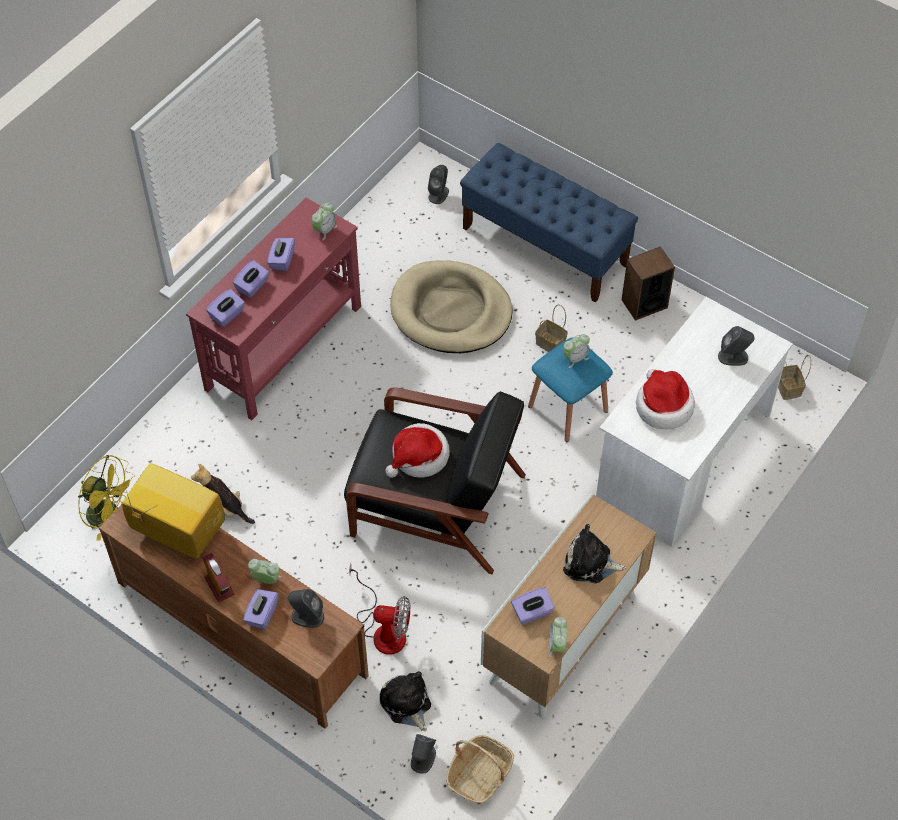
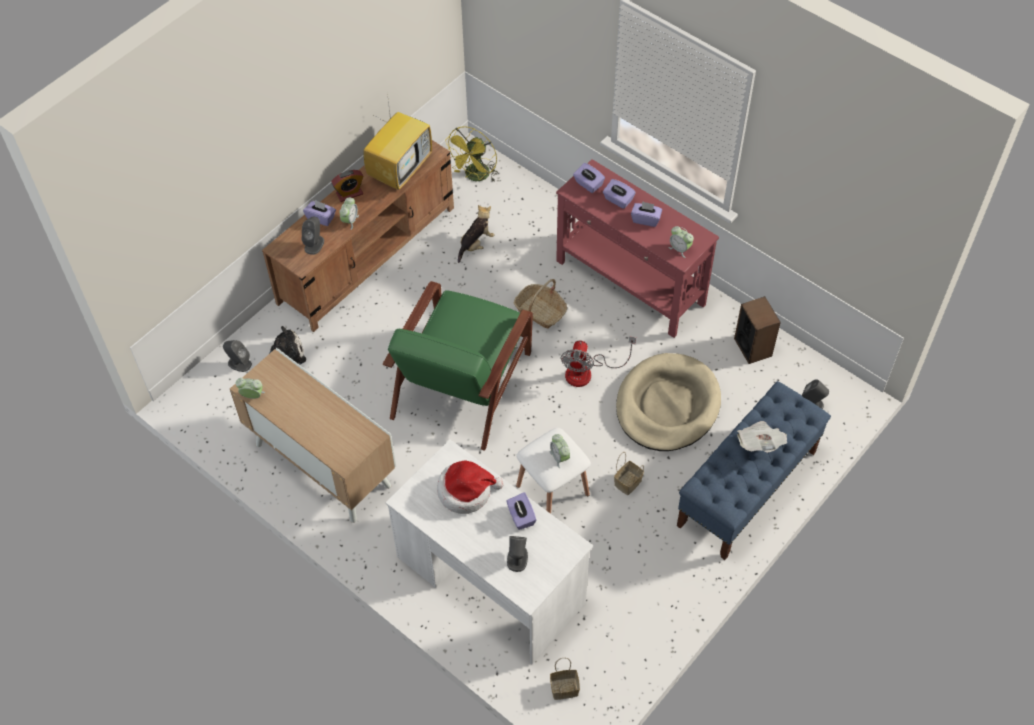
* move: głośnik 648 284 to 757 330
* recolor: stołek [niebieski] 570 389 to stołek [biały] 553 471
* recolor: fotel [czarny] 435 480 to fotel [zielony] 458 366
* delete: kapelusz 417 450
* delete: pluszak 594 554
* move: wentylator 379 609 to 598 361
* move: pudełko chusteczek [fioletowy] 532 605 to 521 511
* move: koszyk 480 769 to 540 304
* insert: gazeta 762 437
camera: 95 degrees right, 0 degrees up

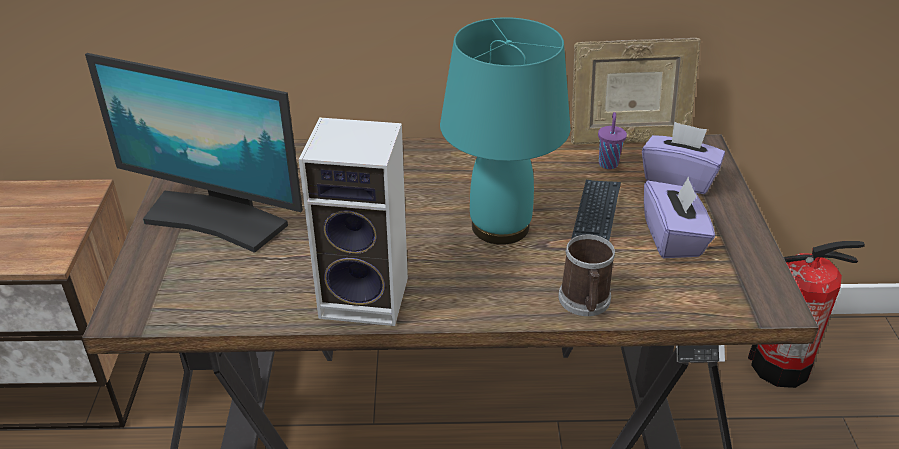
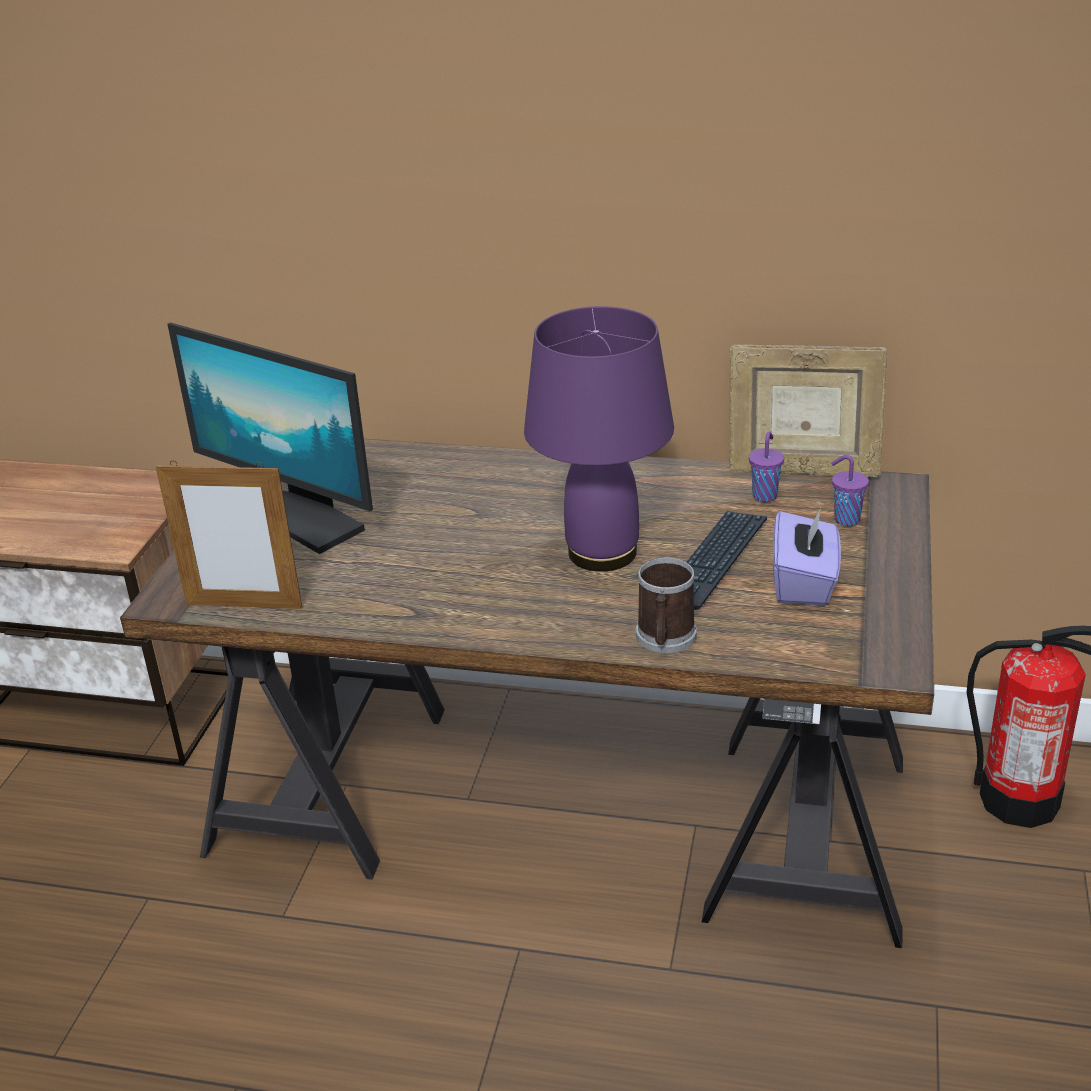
* recolor: lampa stołowa [turkusowy] 505 131 to lampa stołowa [fioletowy] 599 438
* delete: głośnik 353 221
* replace: pudełko chusteczek [fioletowy] 683 157 to filiżanka [fioletowy] 850 490
* insert: ramka na zdjęcie 229 535
camera: 15 degrees right, 5 degrees down

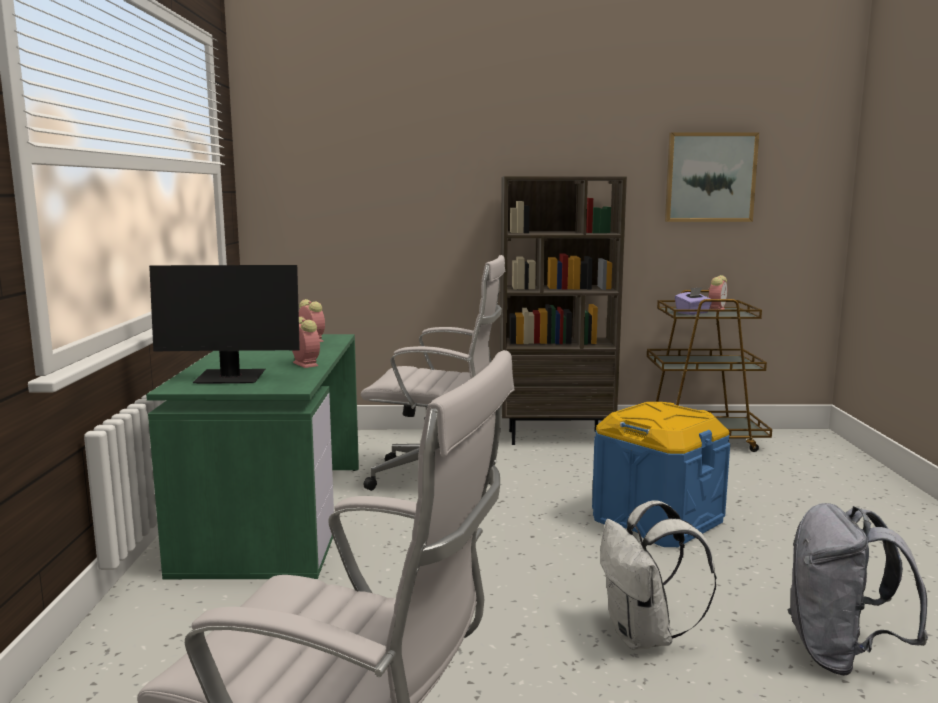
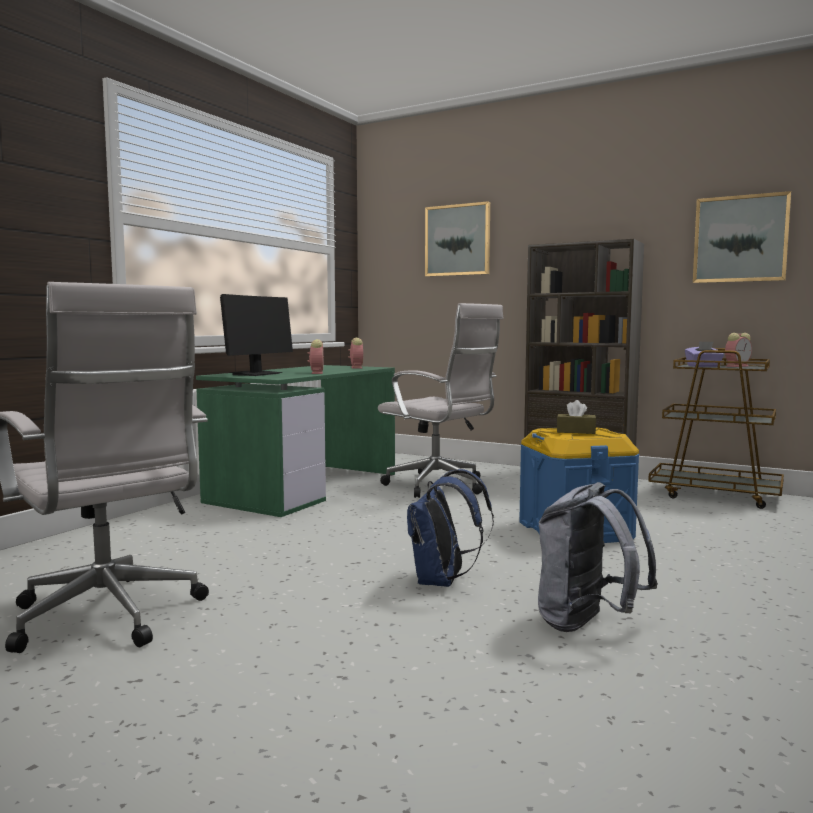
* rotate: monitor 224 324 = 256 335 90 degrees counterclockwise
* recolor: plecak [biały] 658 575 to plecak [niebieski] 450 528
* insert: obraz 457 239
* insert: pudełko chusteczek [brązowy] 576 417
camera: 30 degrees right, 5 degrees down

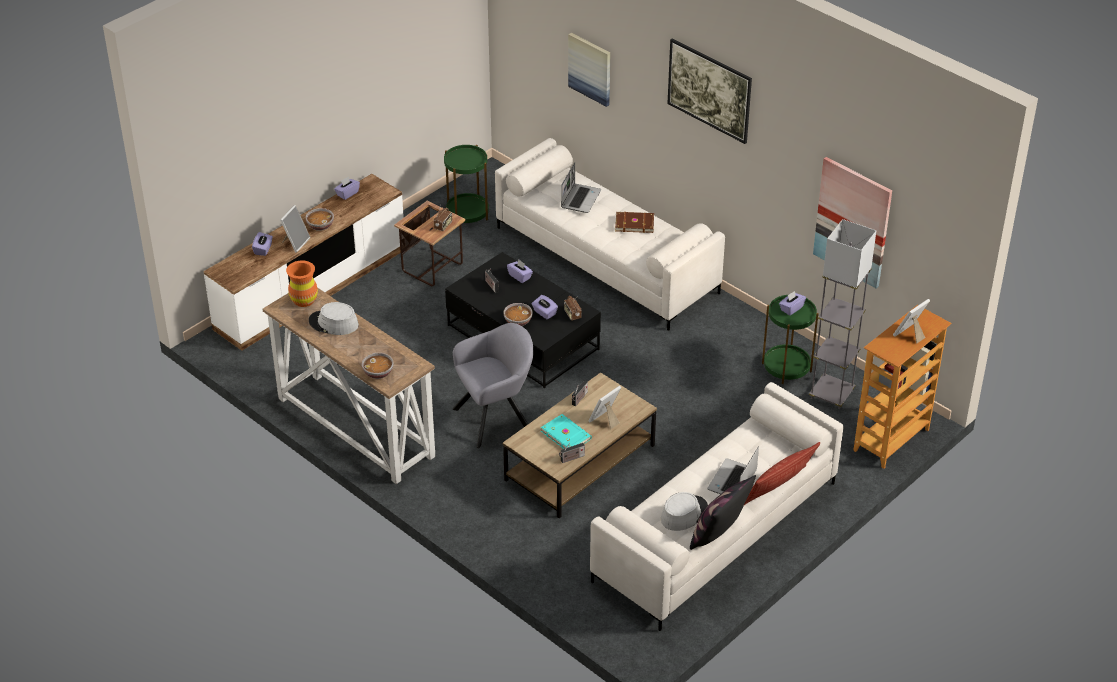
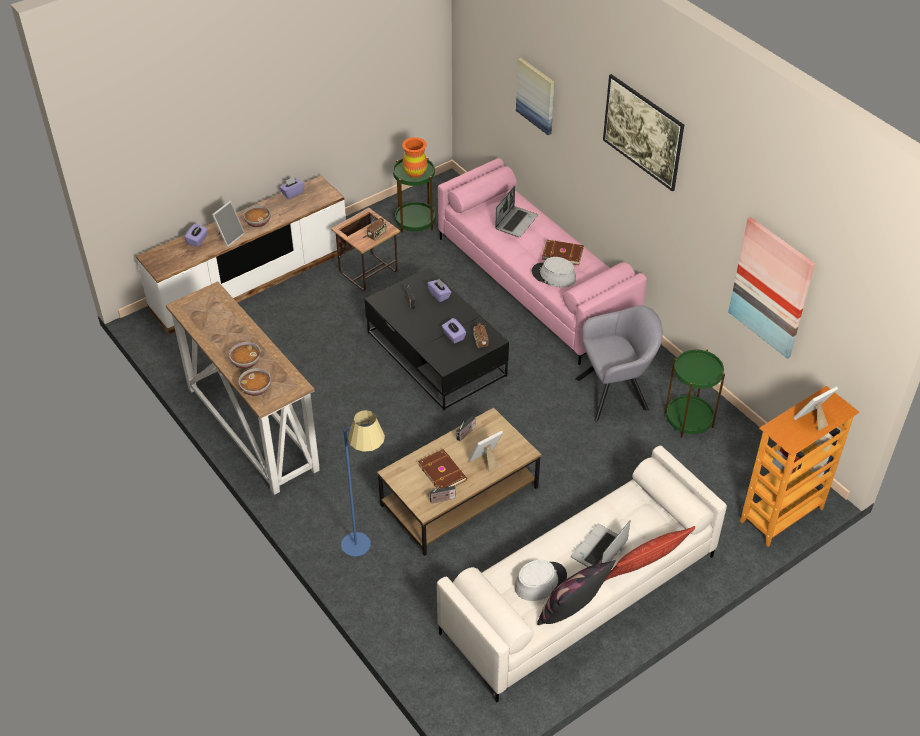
* recolor: kanapa [biały] 610 234 to kanapa [różowy] 542 261
* delete: lampa stojąca [szary] 842 314
* move: wazon [pomarańczowy] 302 284 to 415 157
* delete: pudełko chusteczek [fioletowy] 792 303
* move: kapelusz [szary] 334 318 to 554 272
* move: miska 518 314 to 245 355
* move: fotel [szary] 493 385 to 619 364
* recolor: książka [turkusowy] 566 431 to książka [brązowy] 442 469
* insert: lampa stojąca [niebieski] 363 483
camera: 10 degrees right, 5 degrees up

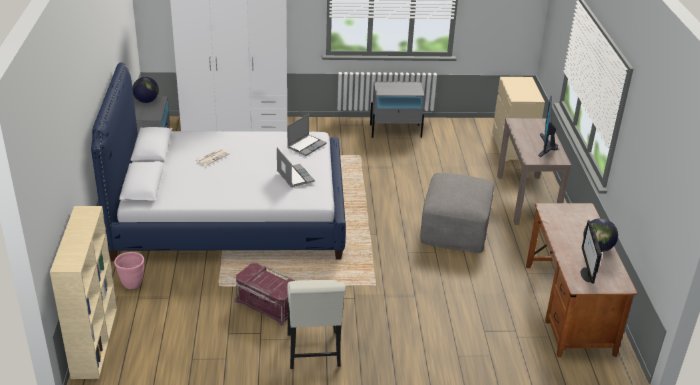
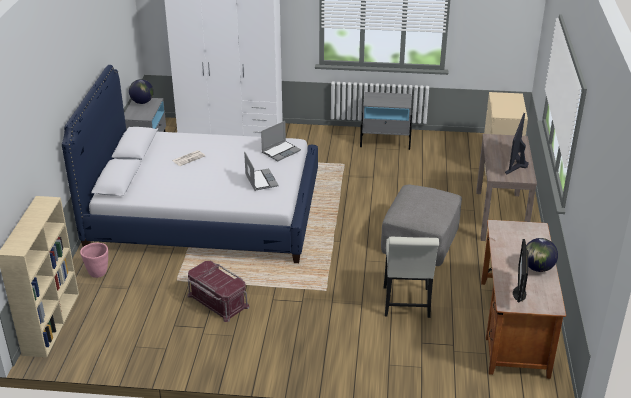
* move: krzesło [biały] 316 324 to 411 277
camera: 10 degrees right, 0 degrees up

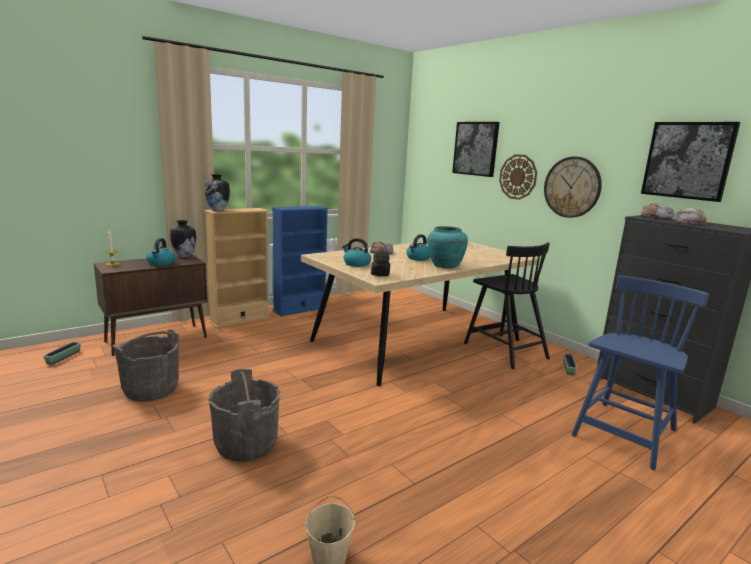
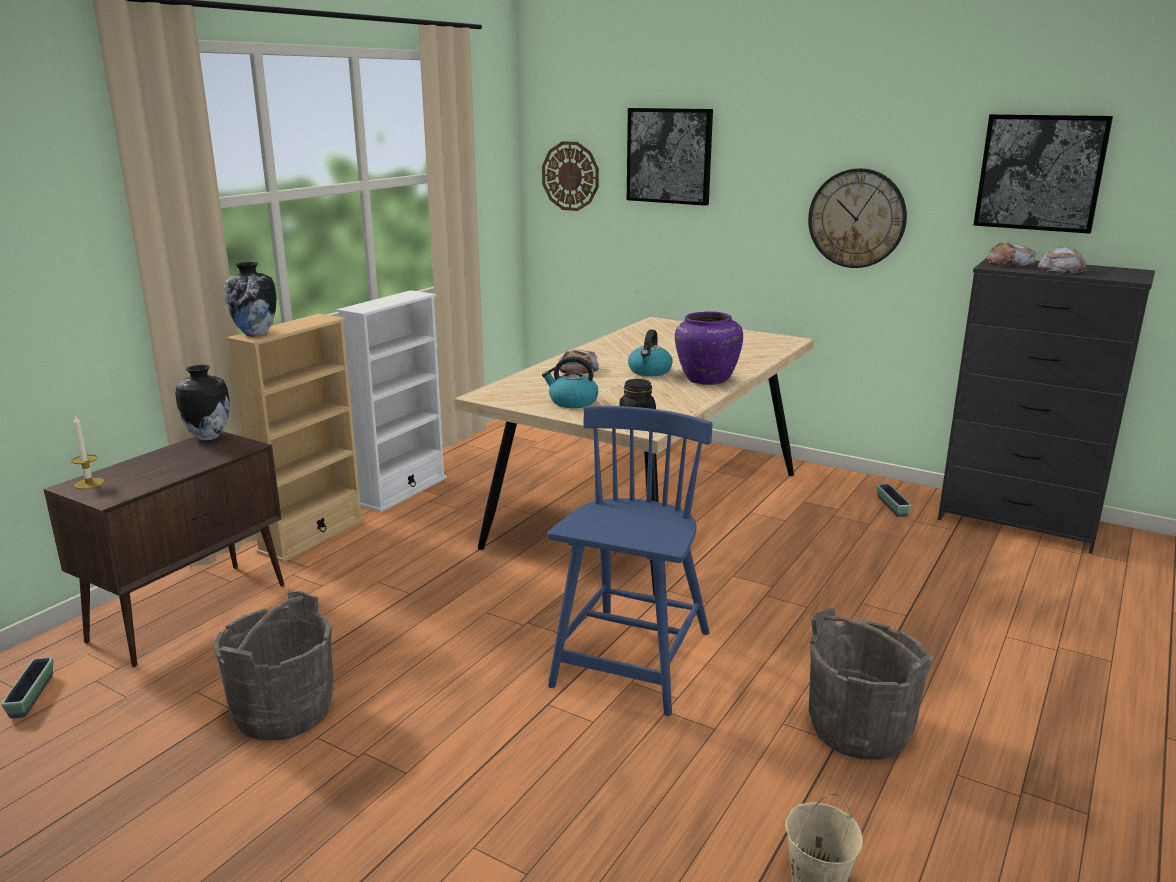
* move: zegar ścienny 518 177 to 570 176
* recolor: regał [niebieski] 300 261 to regał [biały] 392 401
* recolor: wazon [turkusowy] 447 247 to wazon [fioletowy] 709 348
* delete: czajnik 161 252
* delete: krzesło [czarny] 507 305
* move: krzesło [niebieski] 640 372 to 630 561
* move: wiadro [szary] 244 415 to 871 684
camera: 20 degrees left, 5 degrees up

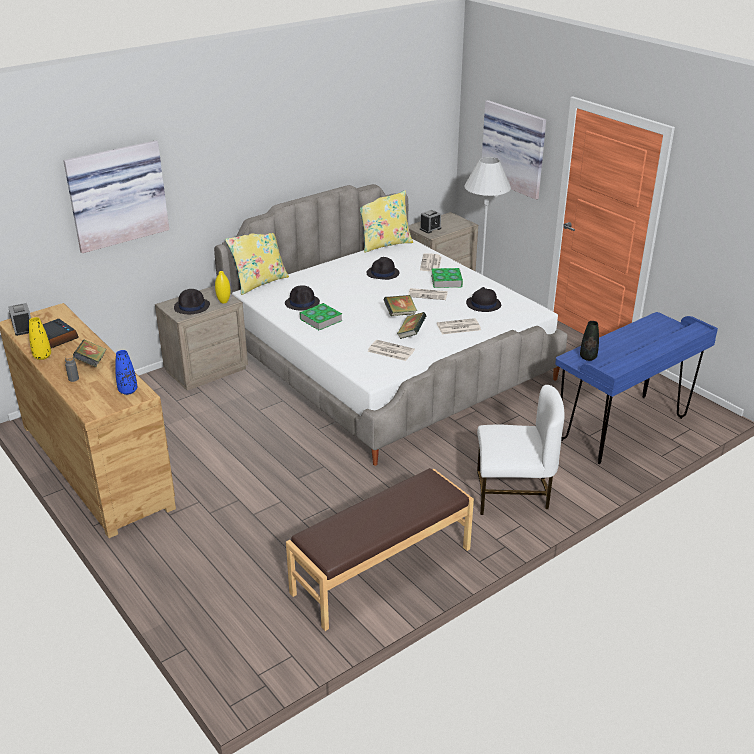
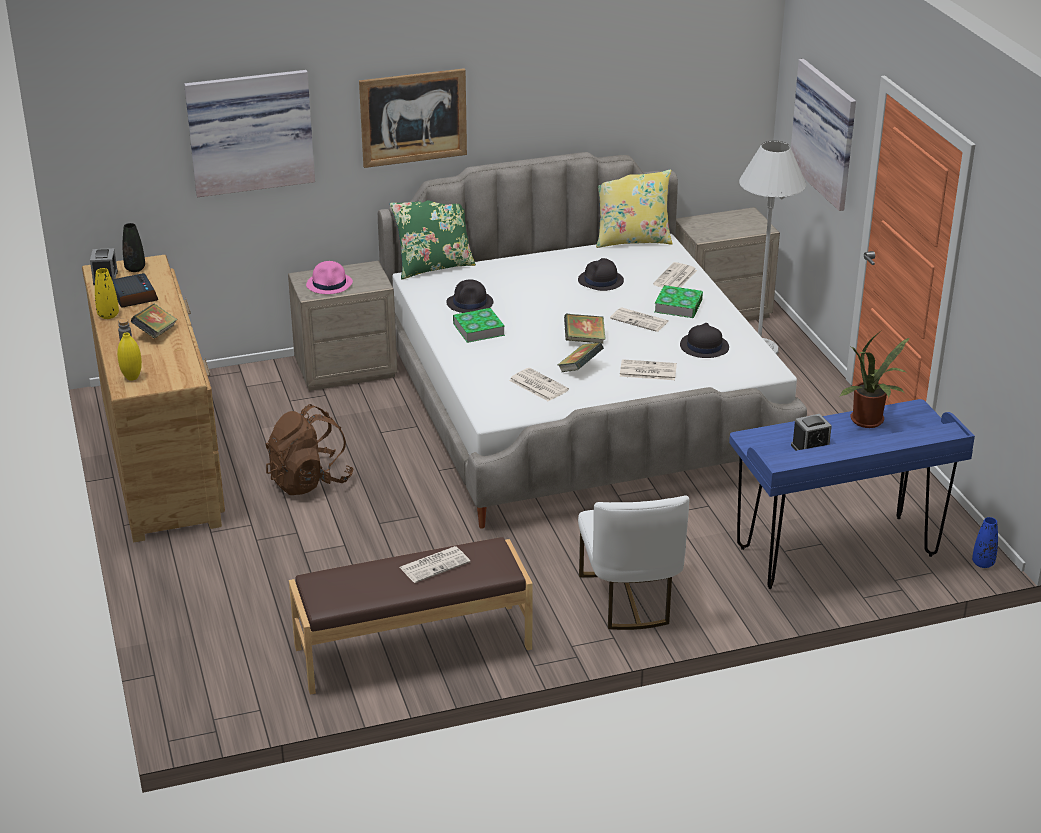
* move: budzik 430 221 to 811 432
* recolor: poduszka [żółty] 257 264 to poduszka [zielony] 433 239
* move: wazon [żółty] 223 287 to 129 357
* recolor: kapelusz [czarny] 192 301 to kapelusz [różowy] 329 277
* move: wazon [czarny] 589 341 to 134 247
* move: wazon [niebieski] 126 372 to 985 542
* rotate: krzesło [biały] 521 450 = 634 562 60 degrees clockwise
* insert: obraz 413 118
* insert: roślina doniczkowa 874 380
* insert: plecak [brązowy] 310 449
* insert: gazeta 435 564
camera: 20 degrees right, 0 degrees up

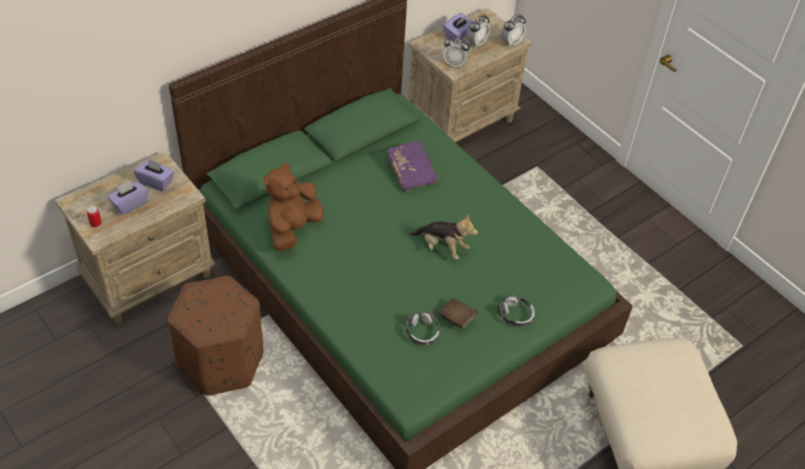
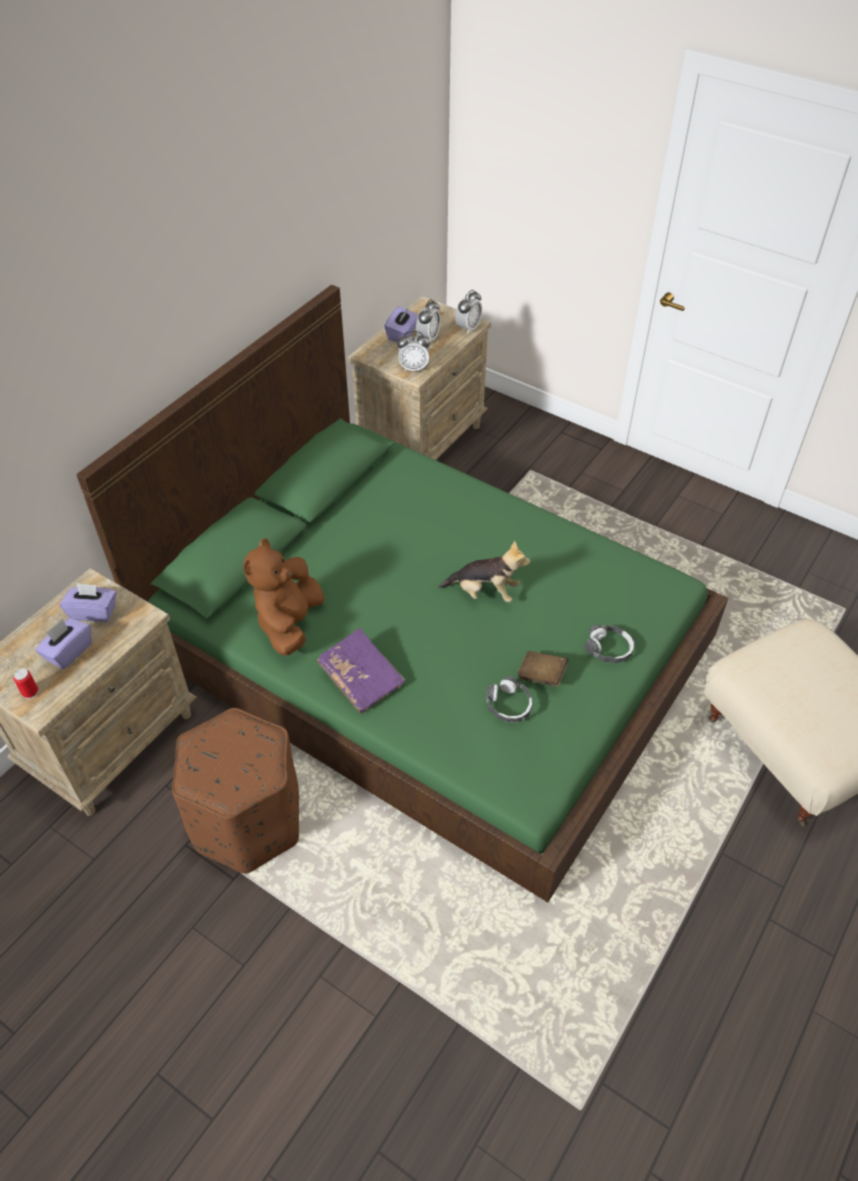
* move: książka [fioletowy] 412 166 to 361 670
camera: 15 degrees left, 0 degrees up

